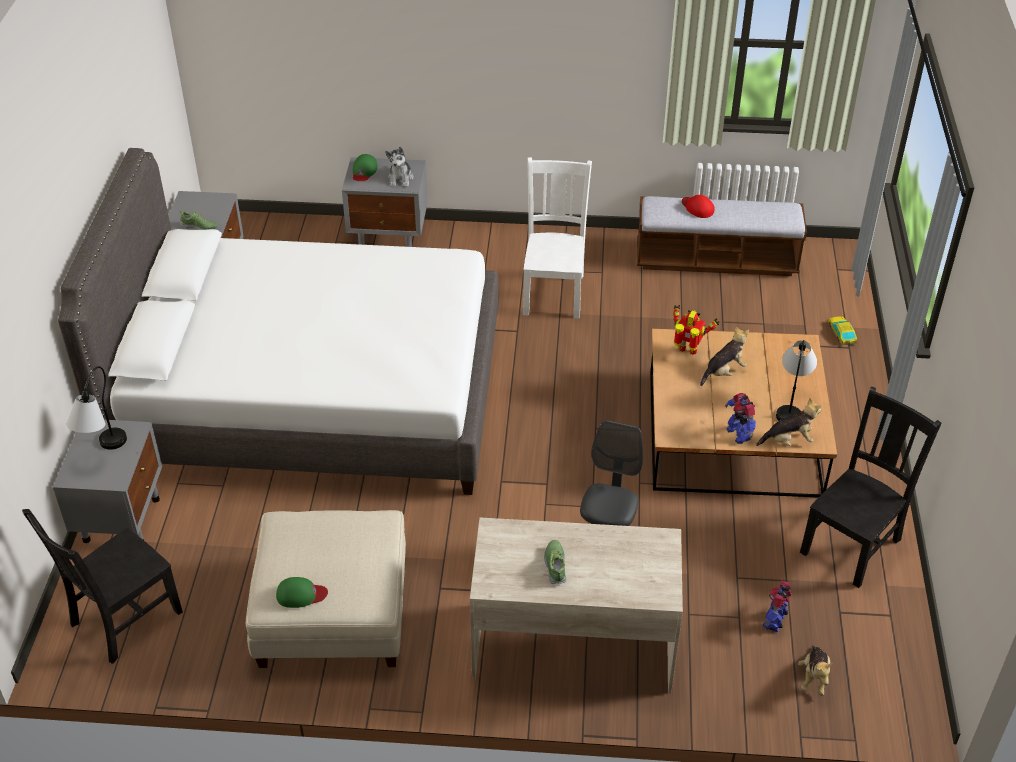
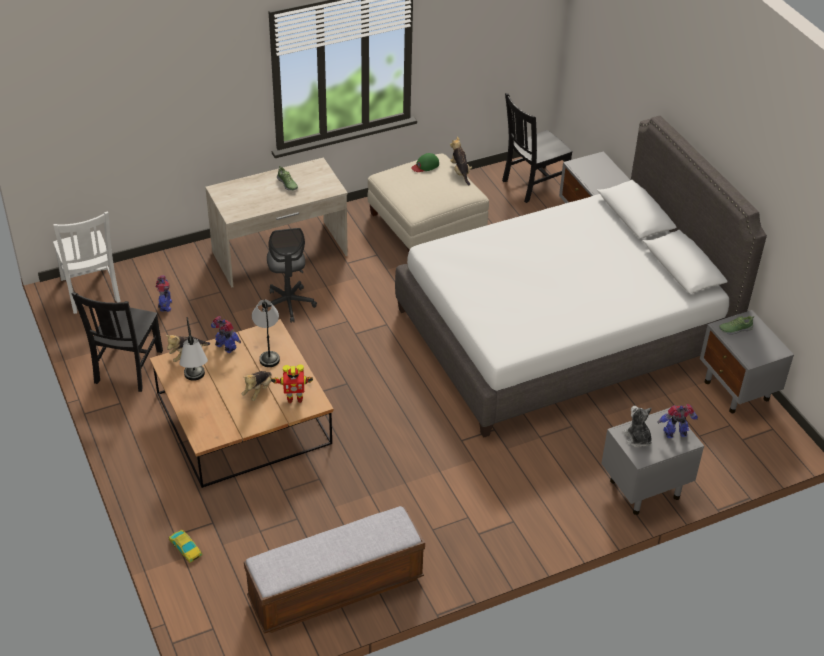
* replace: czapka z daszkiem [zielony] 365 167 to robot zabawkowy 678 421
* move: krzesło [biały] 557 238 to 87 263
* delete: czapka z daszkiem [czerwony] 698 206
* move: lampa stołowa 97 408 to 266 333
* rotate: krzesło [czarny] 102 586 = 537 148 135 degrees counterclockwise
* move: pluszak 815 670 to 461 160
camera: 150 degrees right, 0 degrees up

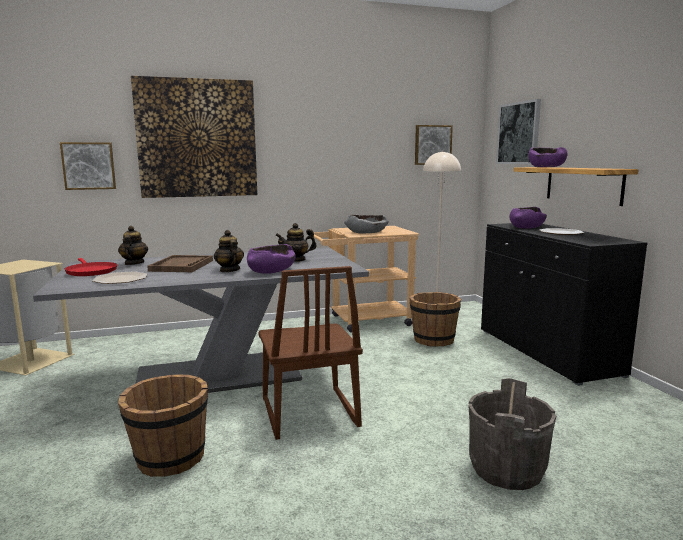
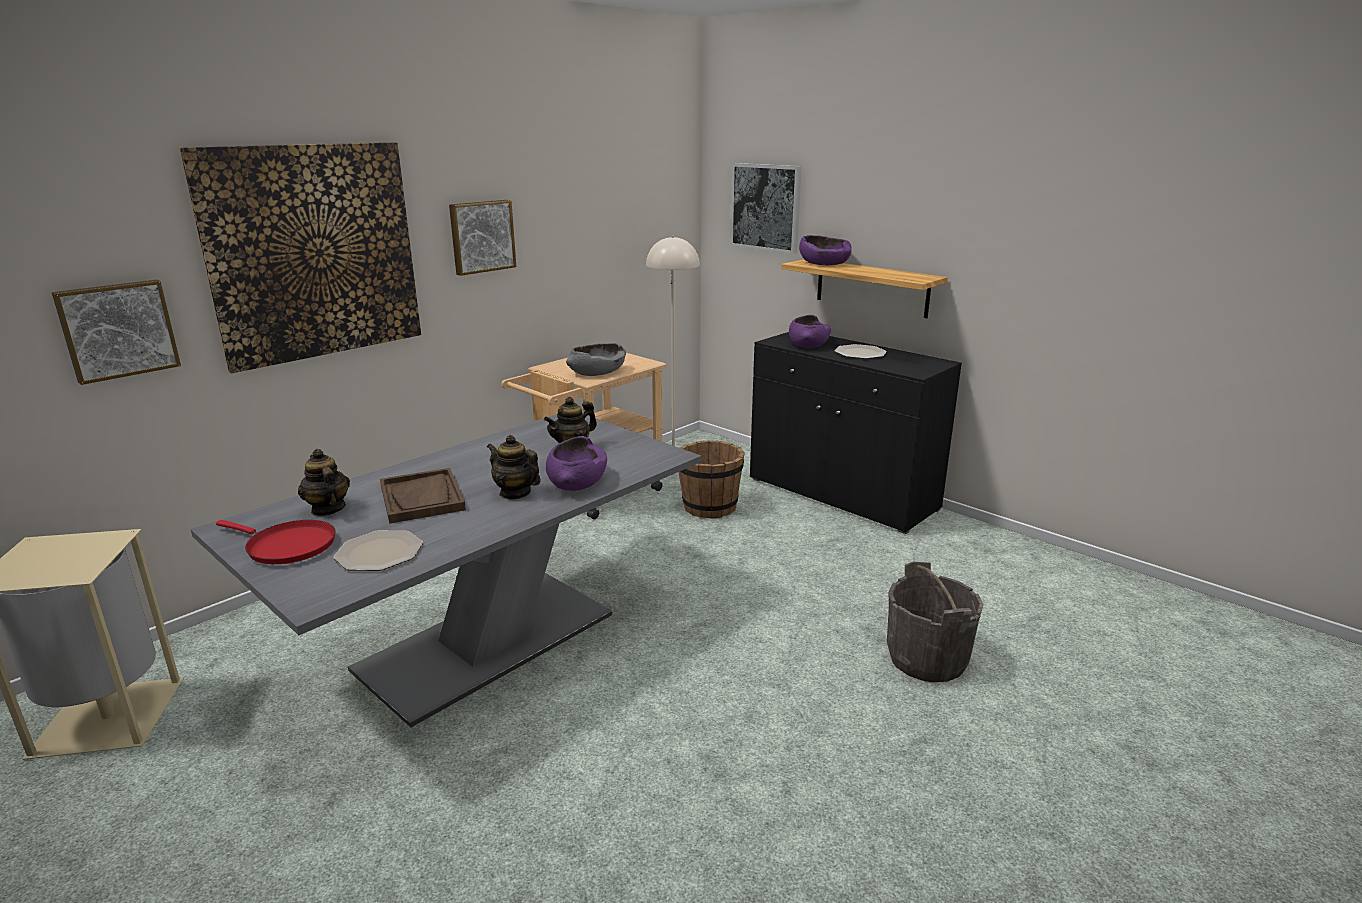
* move: obraz 434 145 to 482 238
* delete: krzesło [brązowy] 310 353
* delete: wiadro [brązowy] 163 425
camera: 30 degrees left, 10 degrees up

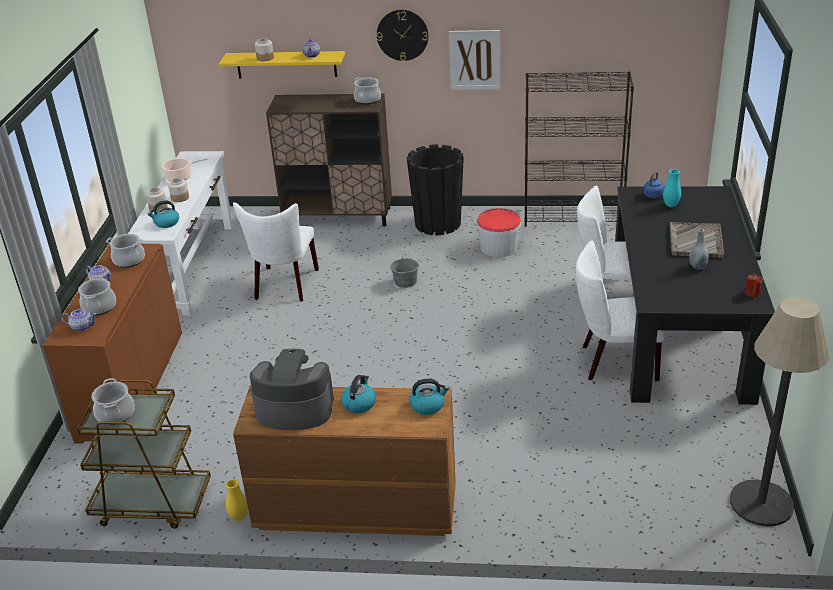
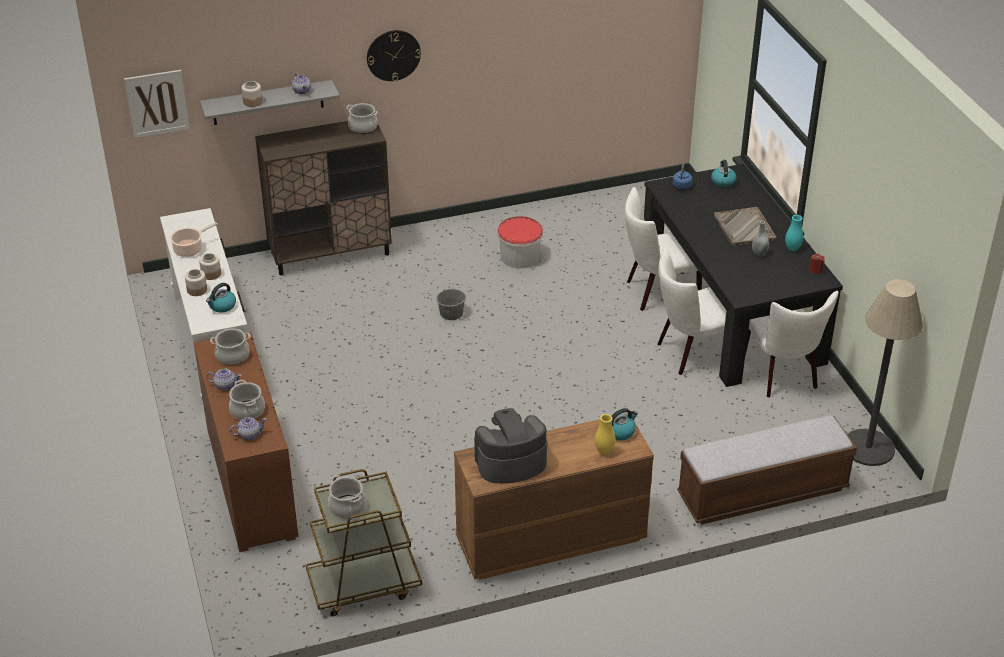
* move: obraz 474 60 to 157 104
* recolor: półka [żółty] 282 65 to półka [szary] 270 102
* delete: regał [czarny] 579 149
* delete: donica [czarny] 435 190
* move: wazon [turkusowy] 672 188 to 794 233
* move: krzesło [biały] 276 252 to 792 344
* move: czajnik 358 394 to 723 173
* move: wazon [żółty] 237 500 to 605 434
* insert: ławka 767 470
camera: 25 degrees left, 5 degrees up

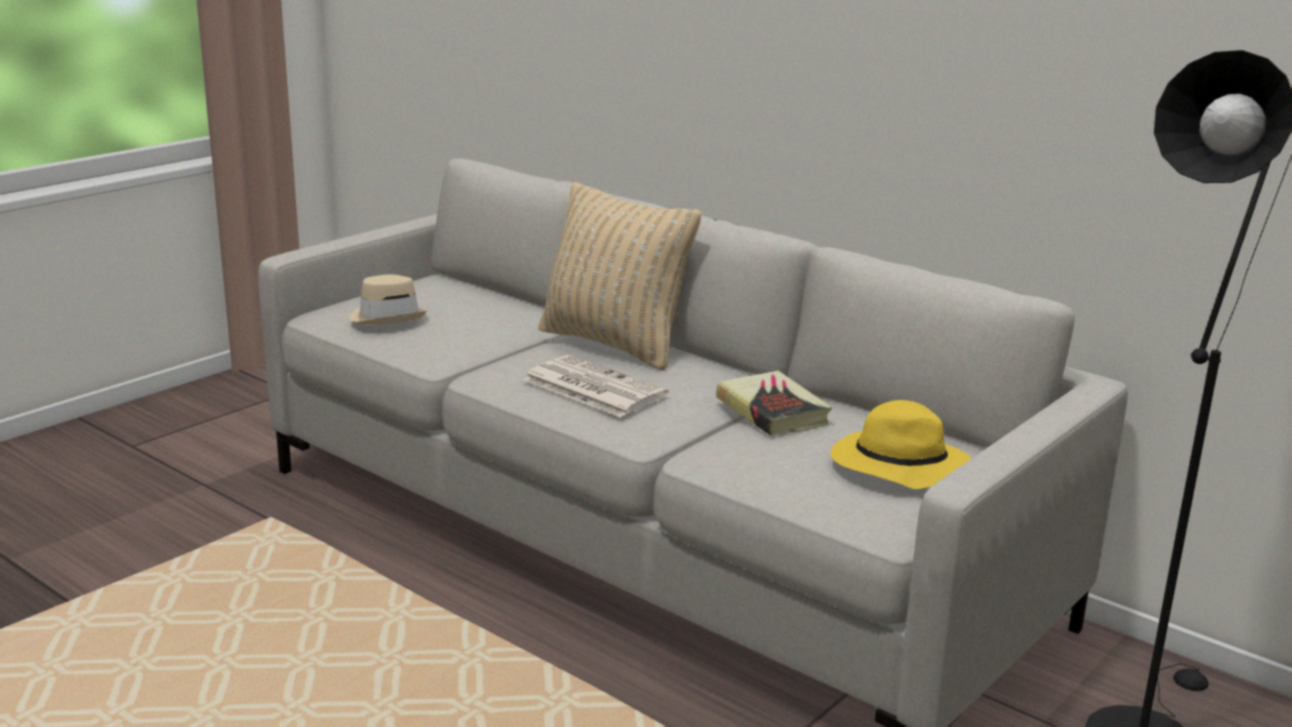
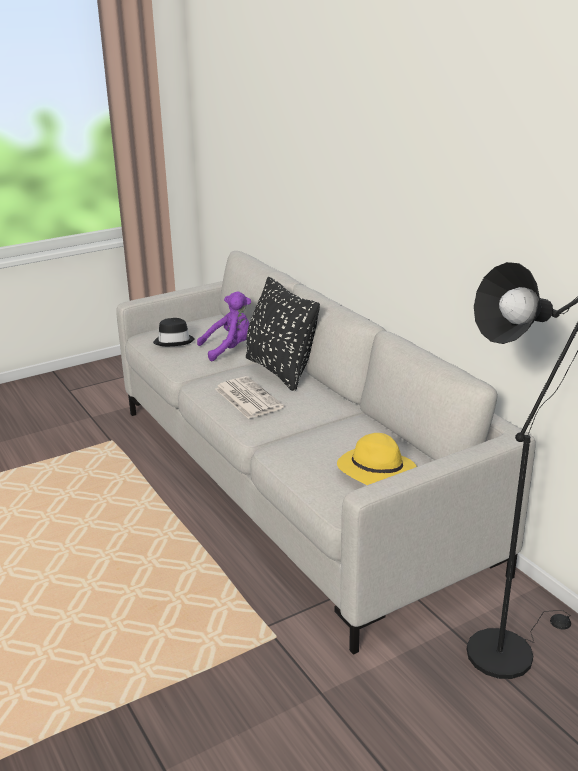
* recolor: poduszka [beżowy] 620 276 to poduszka [czarny] 283 334
* recolor: kapelusz [beżowy] 388 299 to kapelusz [czarny] 174 332
* delete: książka 774 403
* insert: pluszak [fioletowy] 224 326
camera: 20 degrees right, 5 degrees up

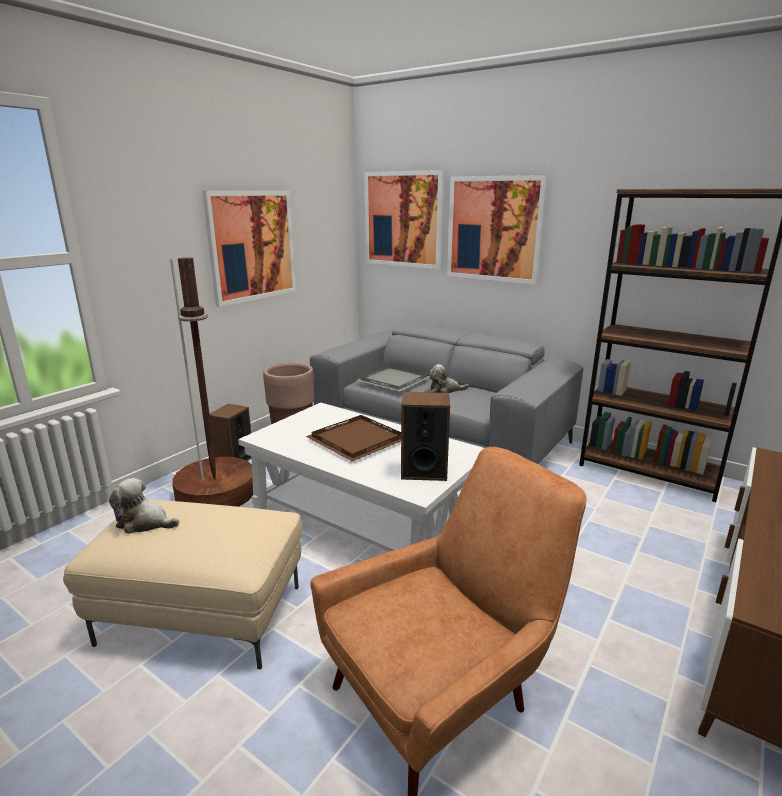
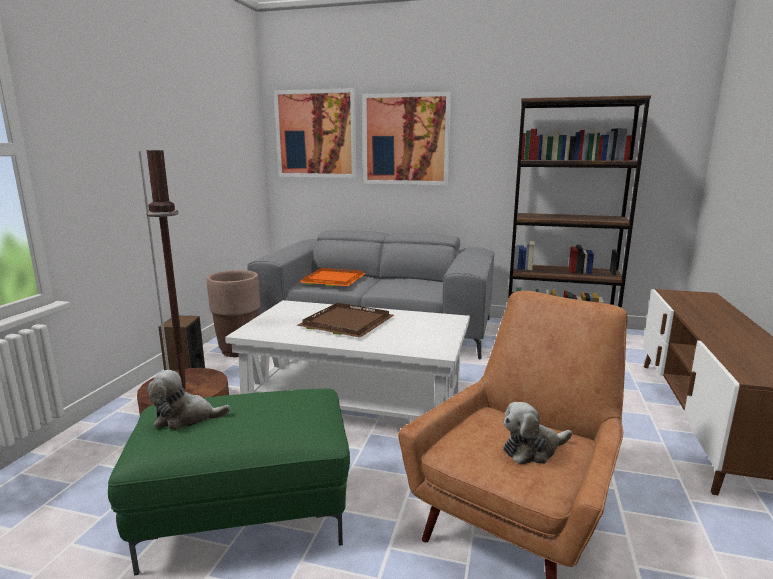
* delete: obraz 249 249
* move: pluszak 449 378 to 537 433
* recolor: taca [szary] 393 378 to taca [pomarańczowy] 332 277
* delete: głośnik 425 436
* recolor: pufa [beżowy] 182 584 to pufa [zielony] 229 482
camera: 20 degrees left, 5 degrees down

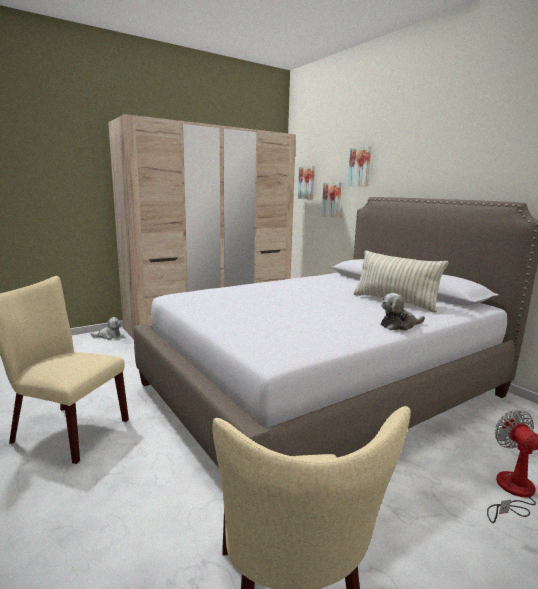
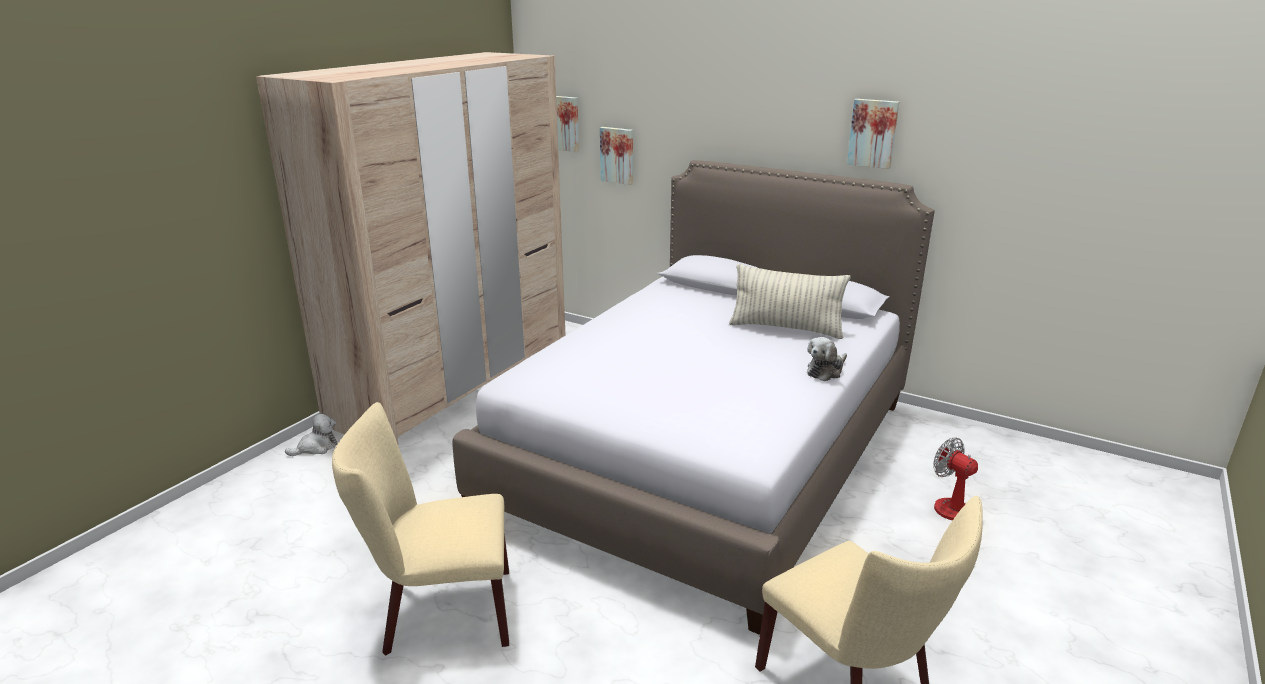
* move: obraz 359 166 to 873 134
camera: 25 degrees left, 10 degrees up

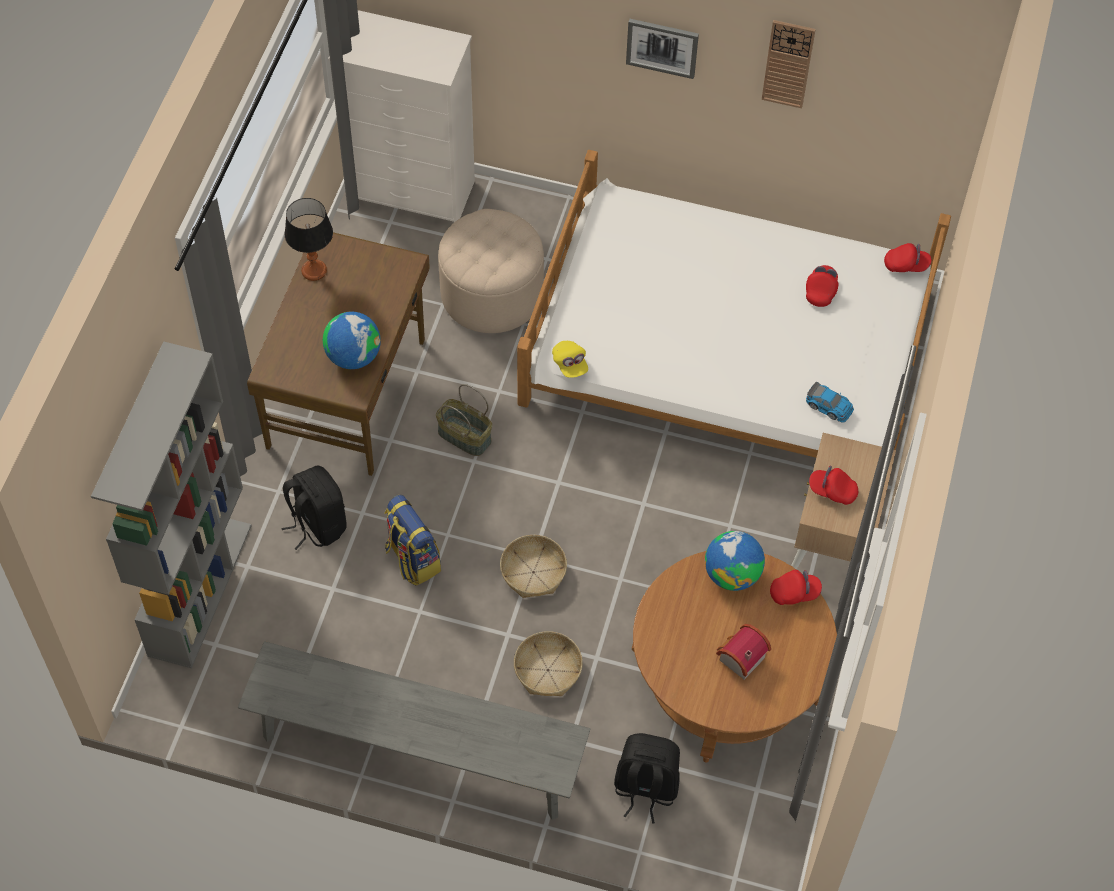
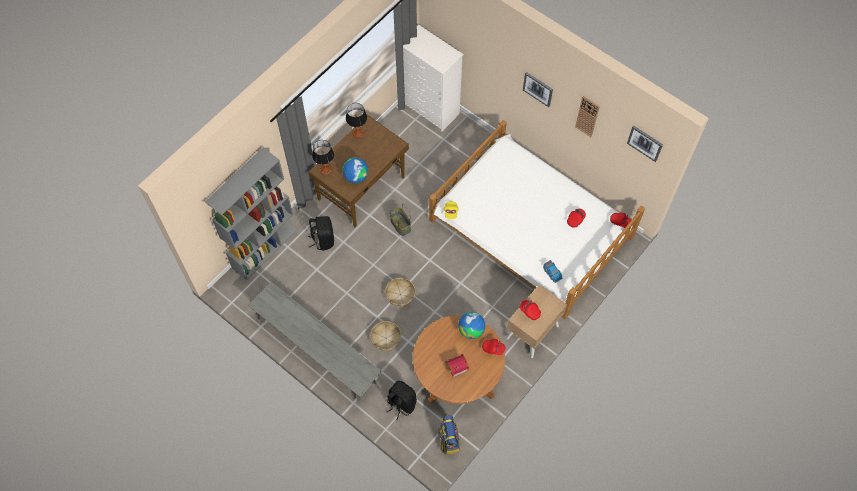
* delete: pufa [beżowy] 491 271
* move: plecak 412 540 to 449 435
* insert: obraz 645 144
* insert: lampa stołowa 323 157
camera: 25 degrees right, 5 degrees up

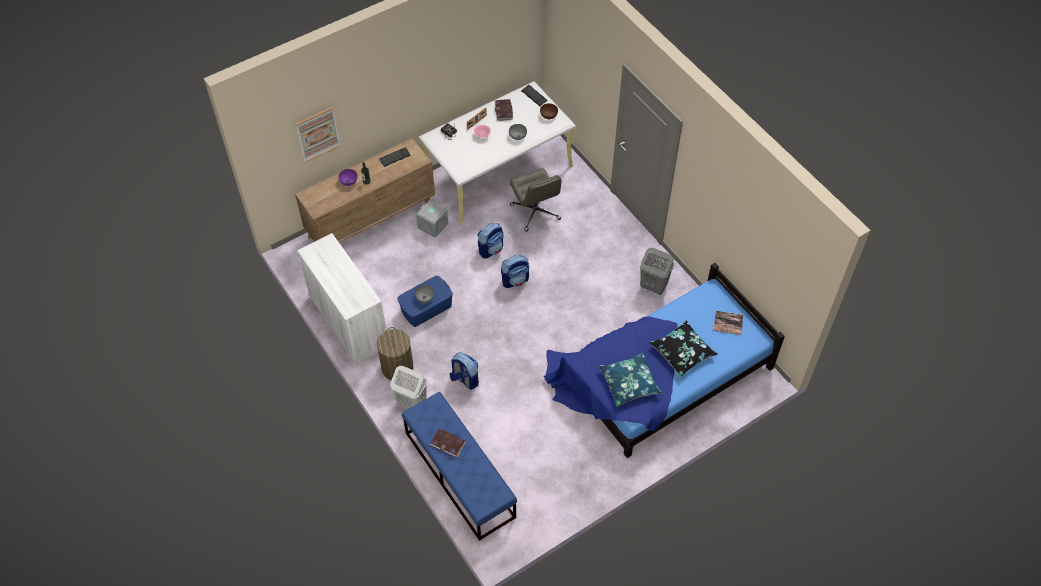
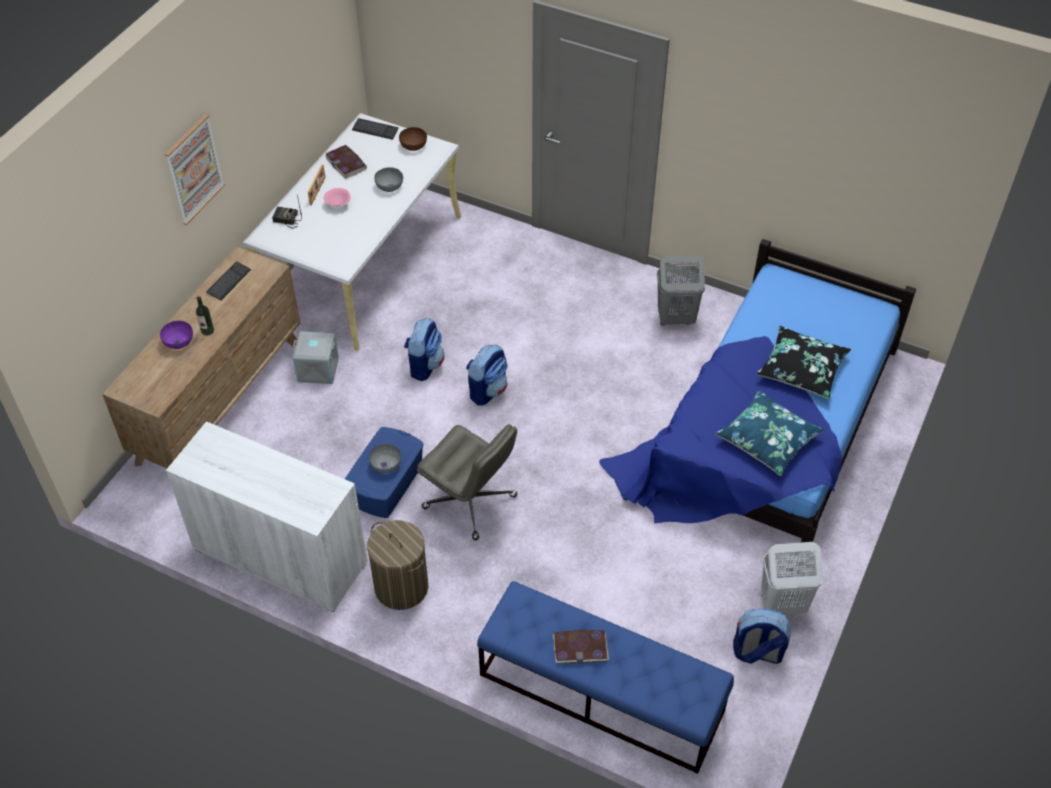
* move: obraz 318 134 to 195 169
* move: krzesło biurowe [szary] 535 200 to 467 482
* delete: książka 728 323
* move: plecak 464 371 to 762 636
* move: kosz na pranie [biały] 408 387 to 792 578
camera: 30 degrees left, 5 degrees down

